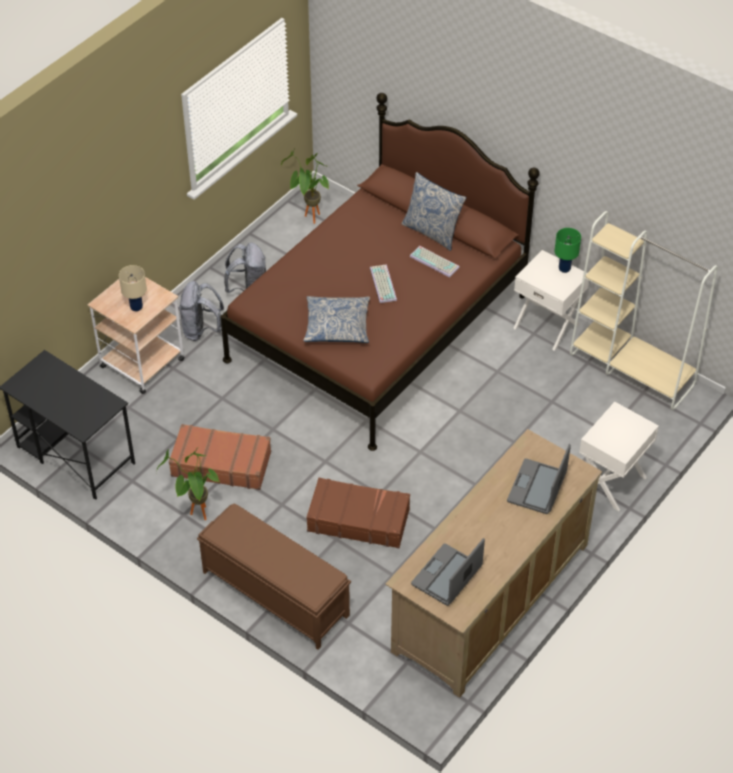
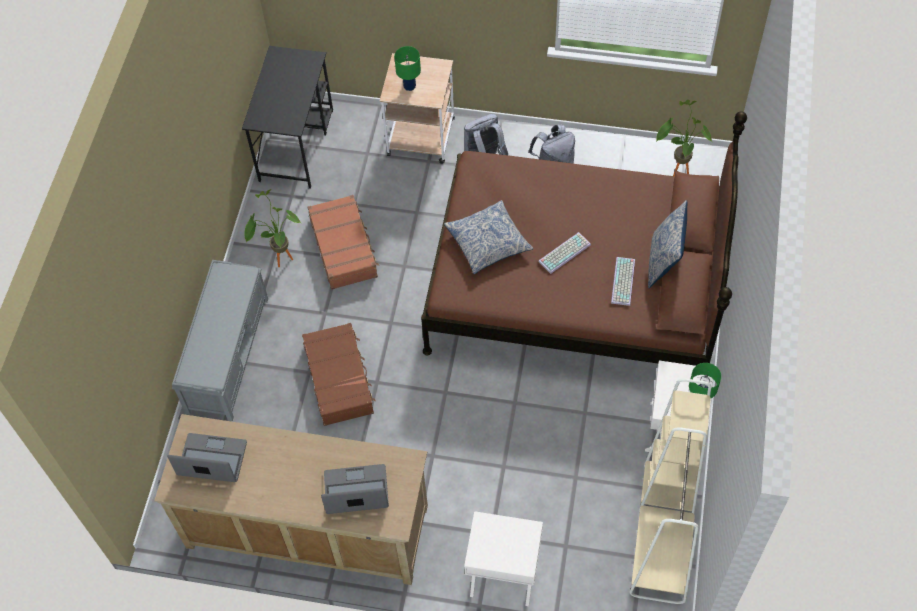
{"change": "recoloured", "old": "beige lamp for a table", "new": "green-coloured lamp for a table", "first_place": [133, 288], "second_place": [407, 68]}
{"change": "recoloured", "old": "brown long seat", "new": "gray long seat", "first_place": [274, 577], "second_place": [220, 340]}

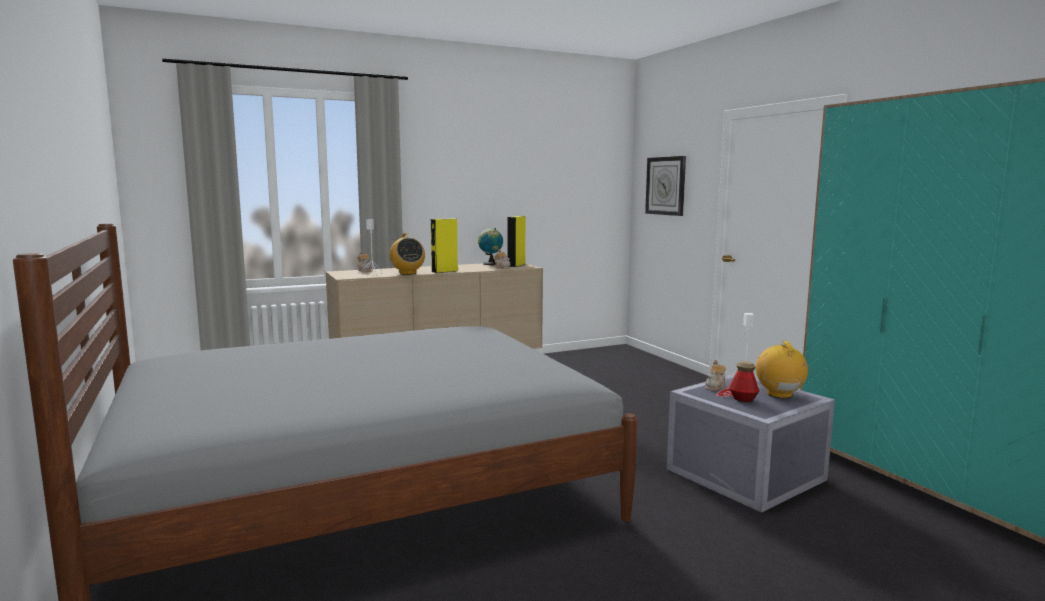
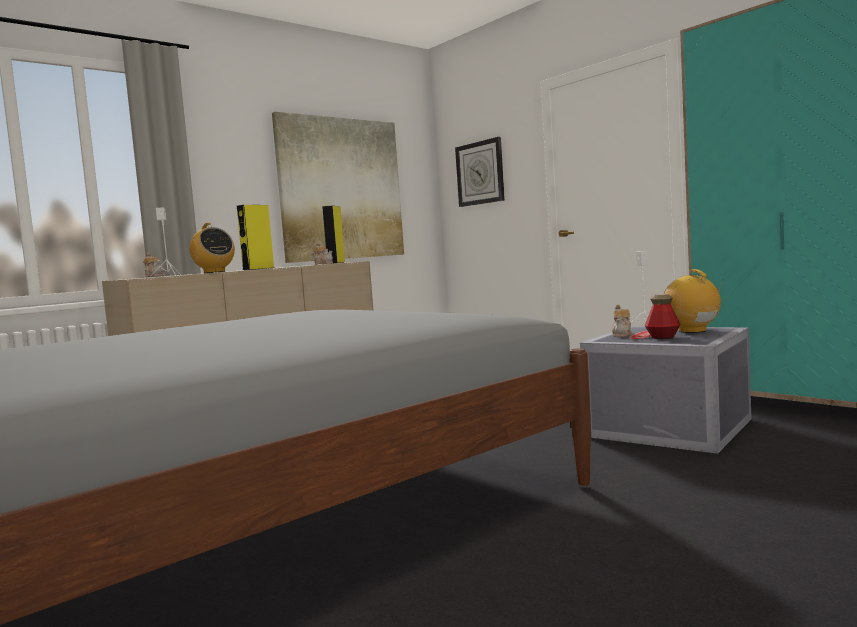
{"change": "removed", "old": "desk globe", "first_place": [490, 246]}
{"change": "added", "new": "picture", "second_place": [338, 187]}

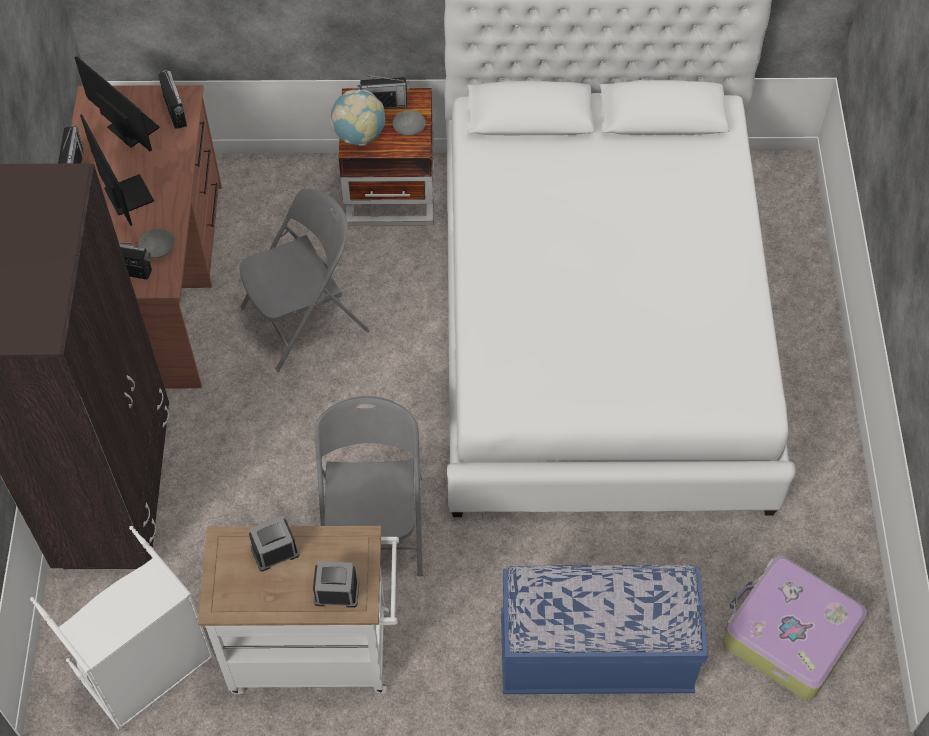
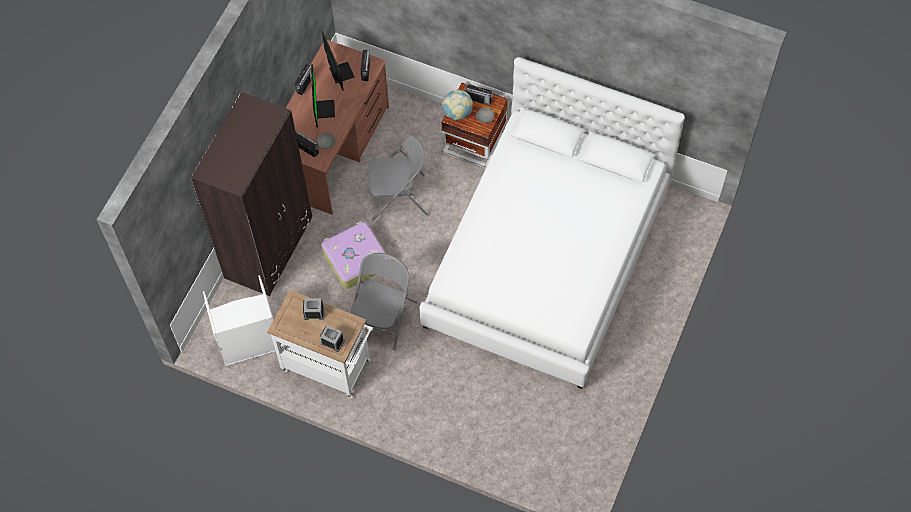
{"change": "moved", "old": "travel case", "first_place": [795, 628], "second_place": [355, 255]}
{"change": "removed", "old": "blue long seat", "first_place": [604, 629]}

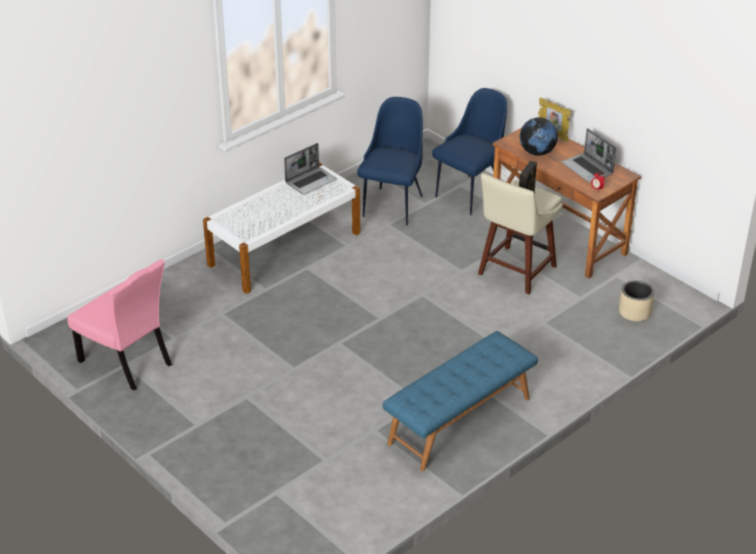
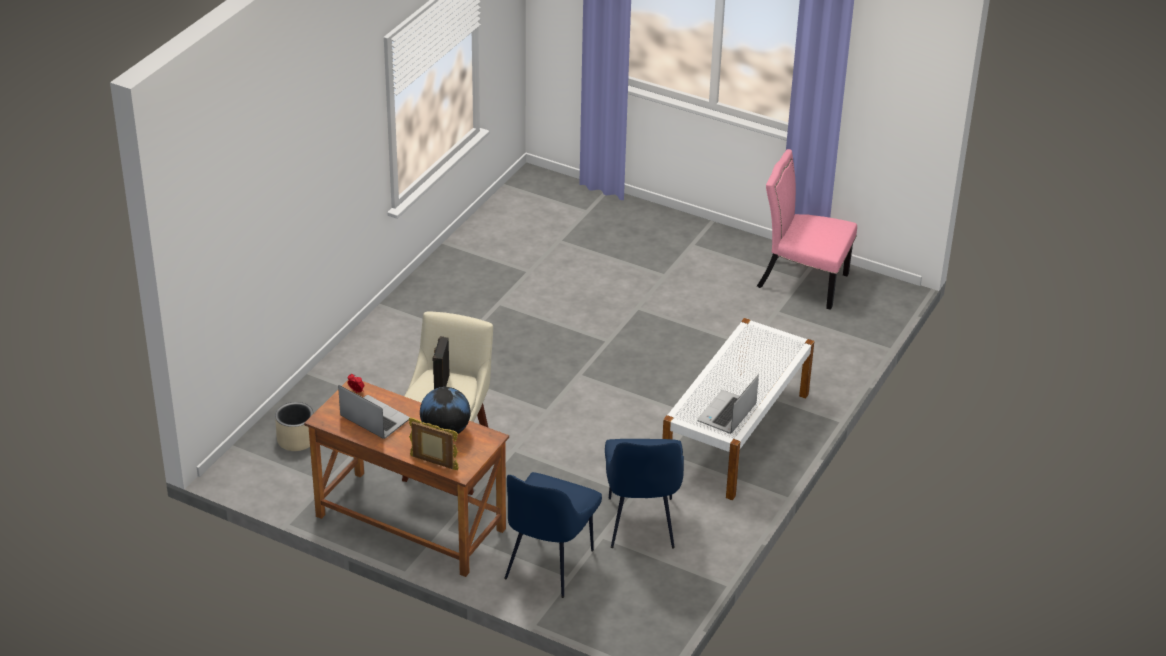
{"change": "removed", "old": "blue long seat", "first_place": [460, 401]}

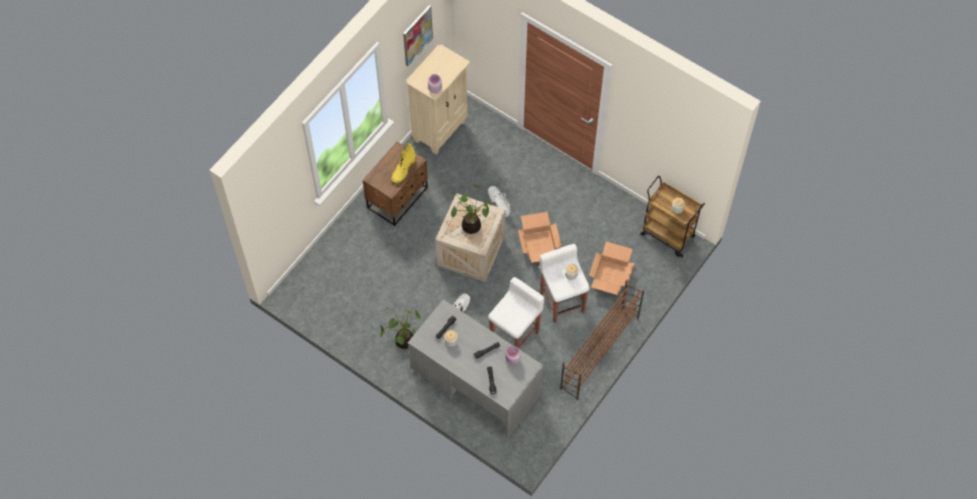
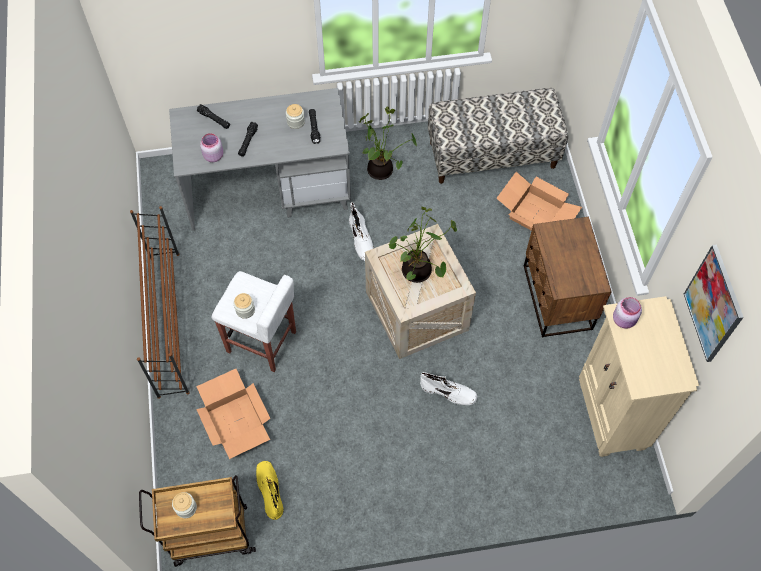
{"change": "moved", "old": "yellowish high-top boot", "first_place": [403, 163], "second_place": [269, 490]}
{"change": "moved", "old": "cardboard box", "first_place": [540, 237], "second_place": [539, 201]}
{"change": "removed", "old": "white sitting stool", "first_place": [516, 312]}
{"change": "added", "new": "long seat", "second_place": [498, 136]}

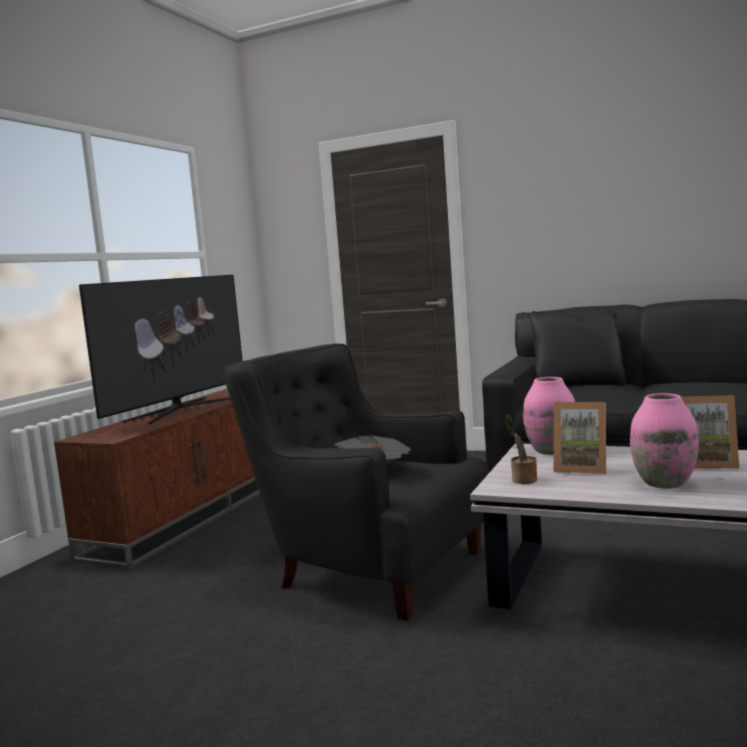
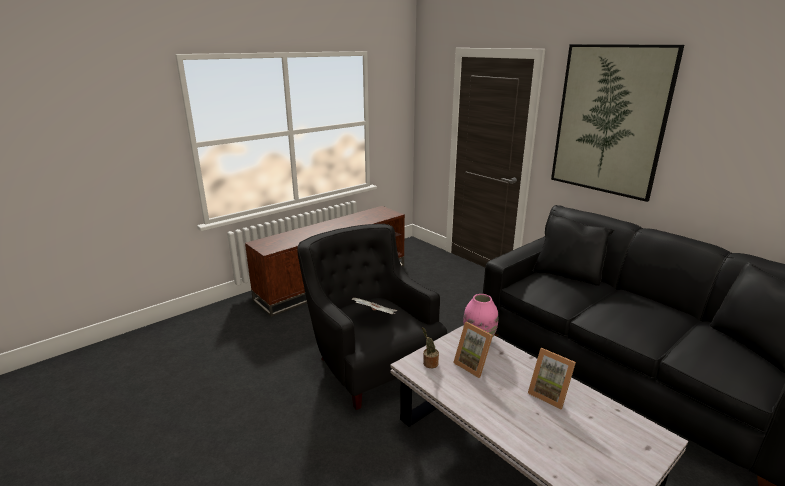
{"change": "removed", "old": "TV", "first_place": [161, 349]}
{"change": "removed", "old": "pink-coloured flower vase", "first_place": [664, 441]}
{"change": "added", "new": "picture", "second_place": [617, 123]}

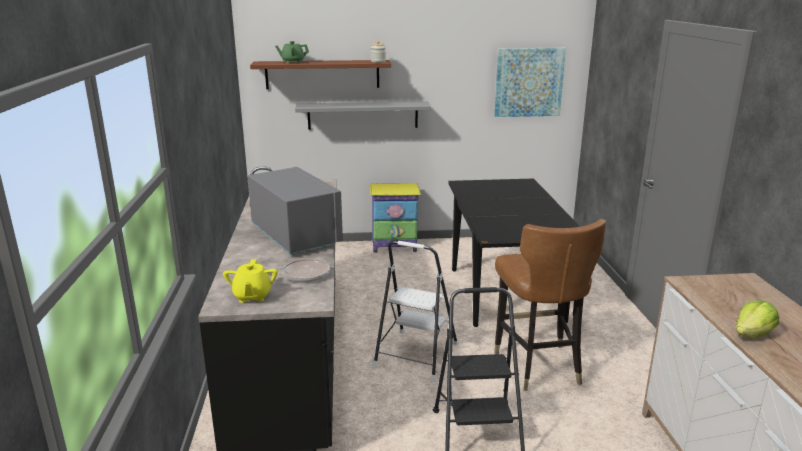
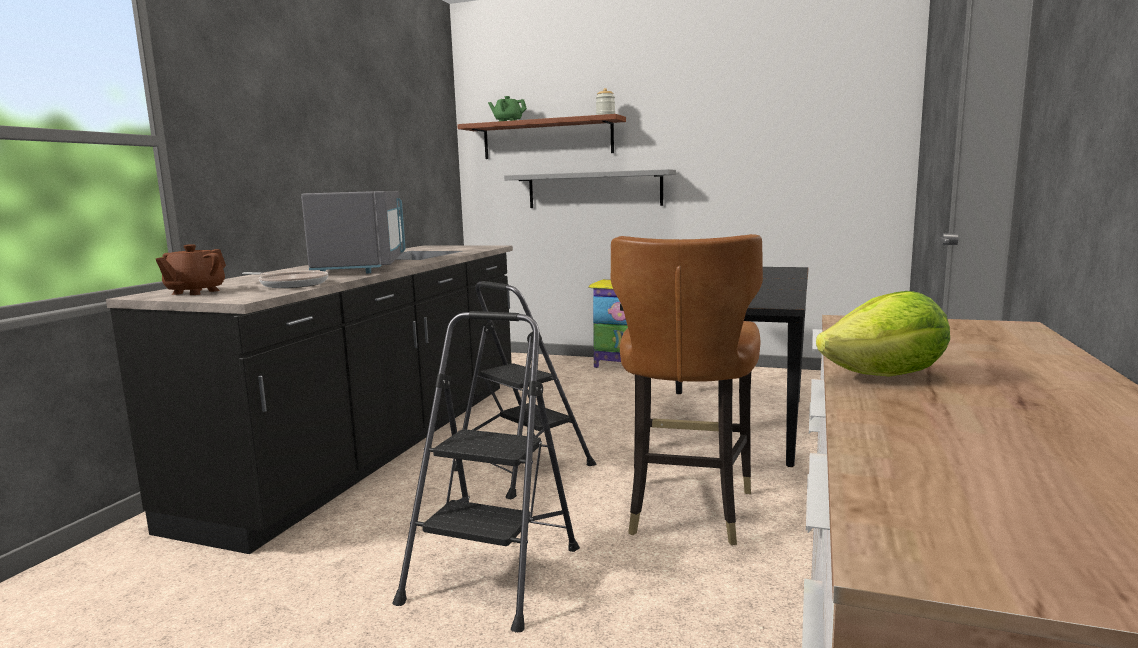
{"change": "removed", "old": "picture", "first_place": [530, 82]}
{"change": "recoloured", "old": "white stepladder", "new": "blackish stepladder", "first_place": [415, 311], "second_place": [525, 390]}
{"change": "recoloured", "old": "yellowish pot for tea", "new": "brown pot for tea", "first_place": [250, 281], "second_place": [190, 269]}

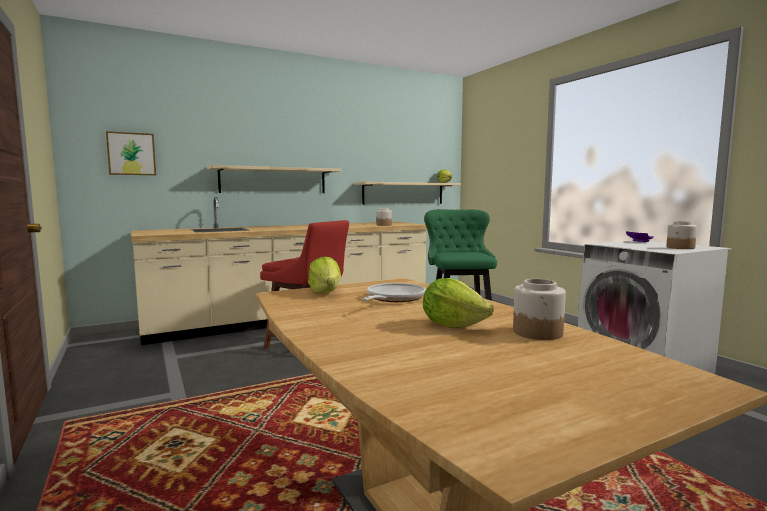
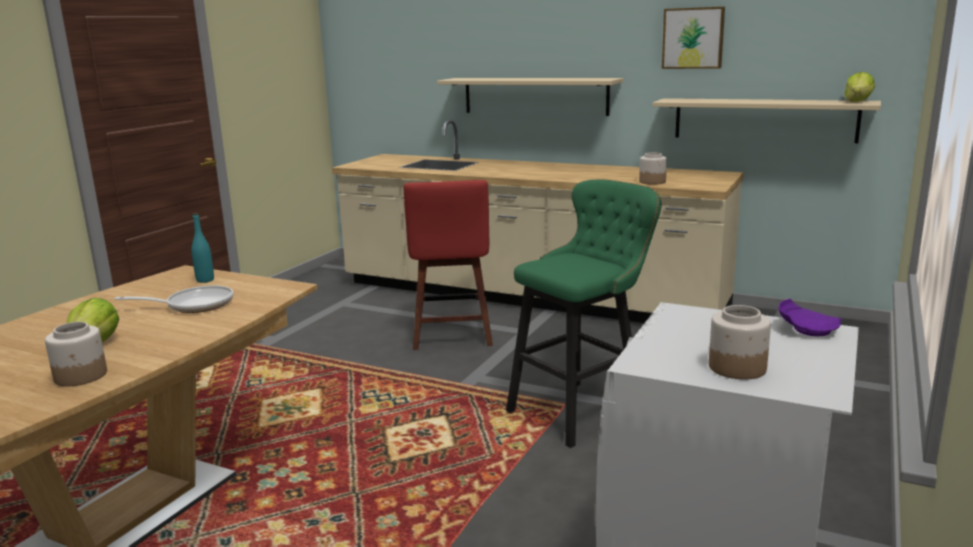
{"change": "moved", "old": "picture", "first_place": [131, 153], "second_place": [693, 38]}
{"change": "replaced", "old": "lettuce head", "new": "turquoise-coloured drink bottle", "first_place": [324, 275], "second_place": [202, 248]}

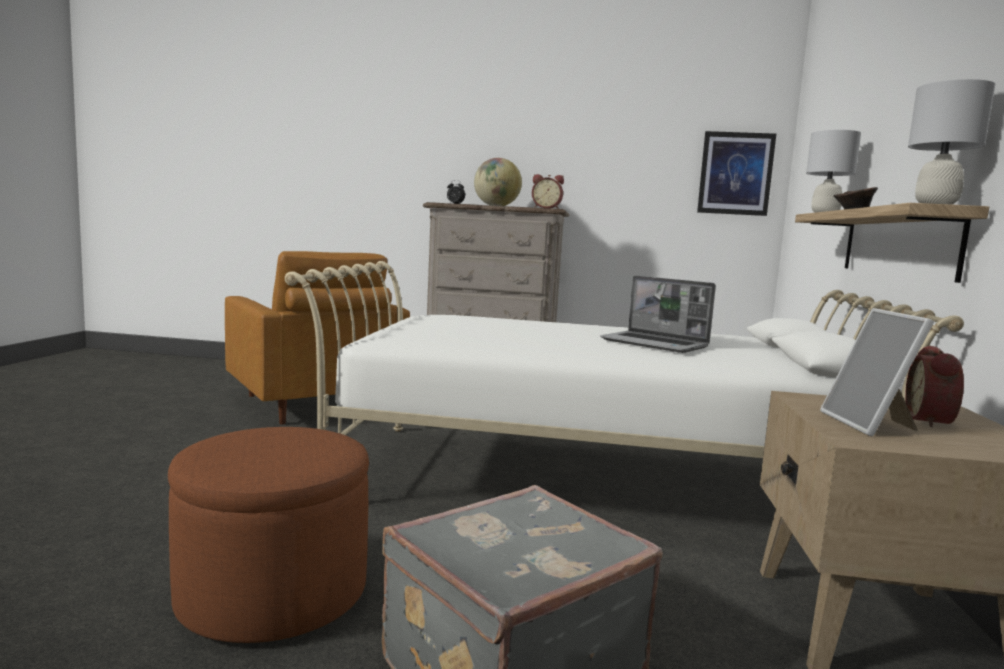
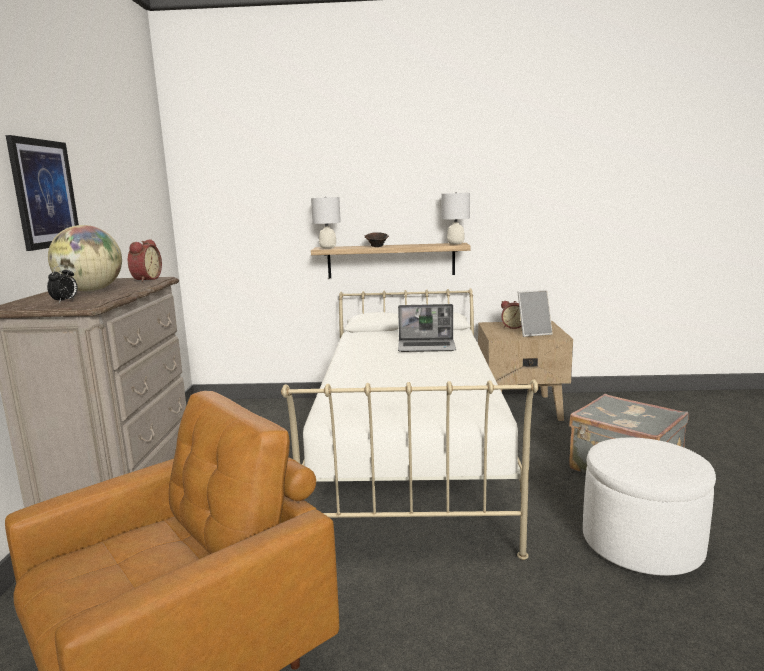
{"change": "moved", "old": "picture", "first_place": [736, 173], "second_place": [42, 193]}
{"change": "turned", "old": "notebook computer", "first_place": [658, 314], "second_place": [427, 328], "degrees": 60}
{"change": "recoloured", "old": "brown pouffe", "new": "white pouffe", "first_place": [268, 535], "second_place": [649, 507]}

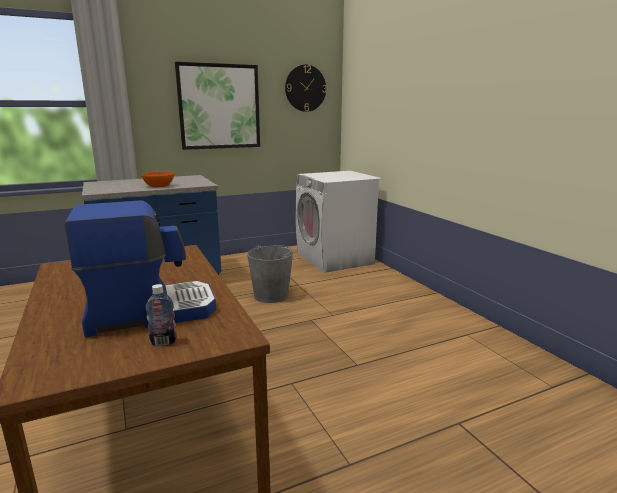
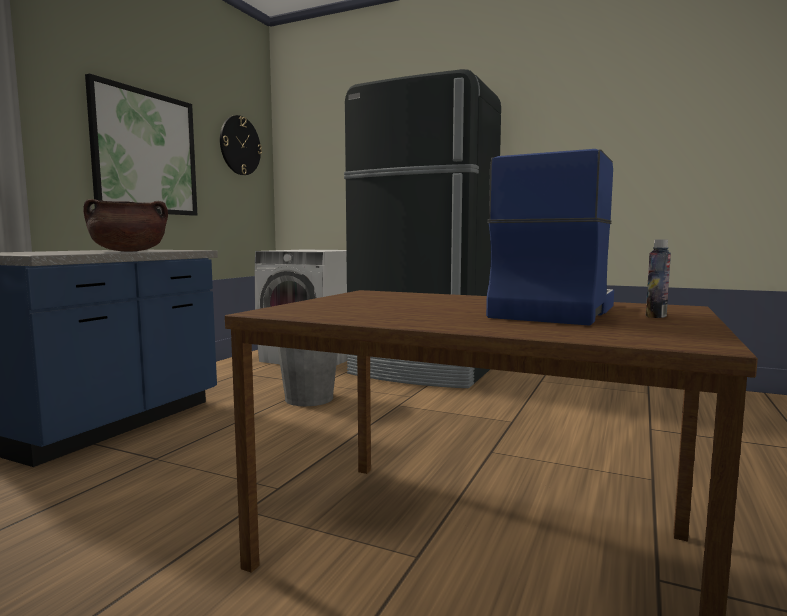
{"change": "replaced", "old": "orangey deep dish", "new": "brown saucepot", "first_place": [157, 179], "second_place": [125, 225]}
{"change": "added", "new": "blackish kitchen fridge", "second_place": [422, 228]}

